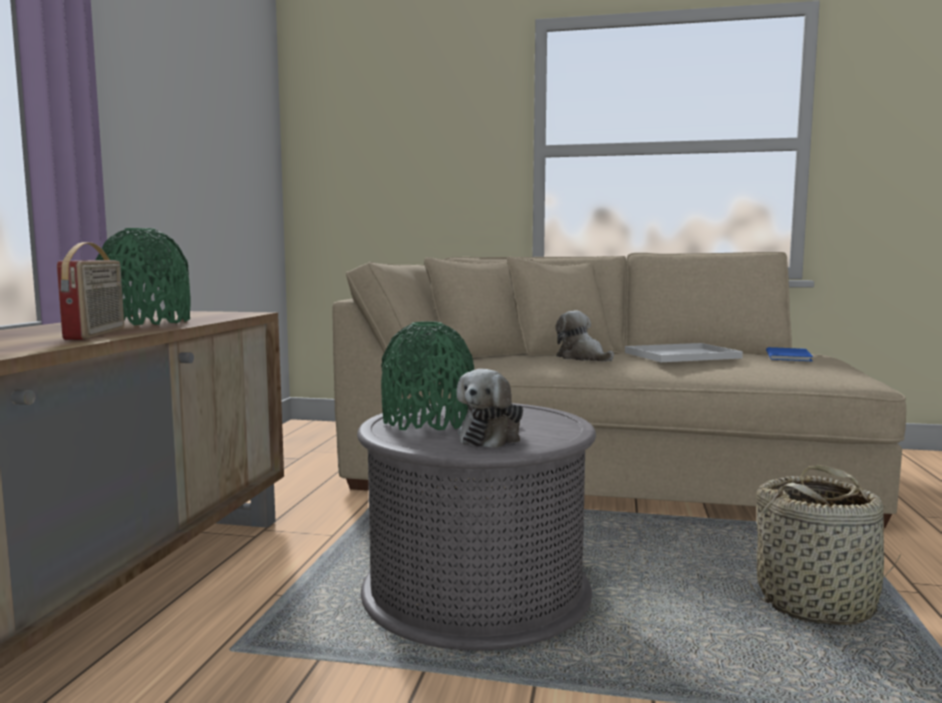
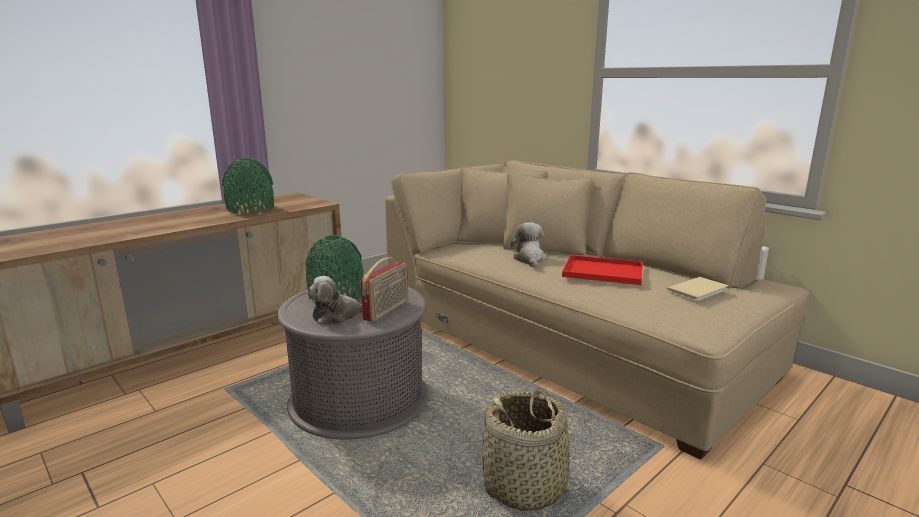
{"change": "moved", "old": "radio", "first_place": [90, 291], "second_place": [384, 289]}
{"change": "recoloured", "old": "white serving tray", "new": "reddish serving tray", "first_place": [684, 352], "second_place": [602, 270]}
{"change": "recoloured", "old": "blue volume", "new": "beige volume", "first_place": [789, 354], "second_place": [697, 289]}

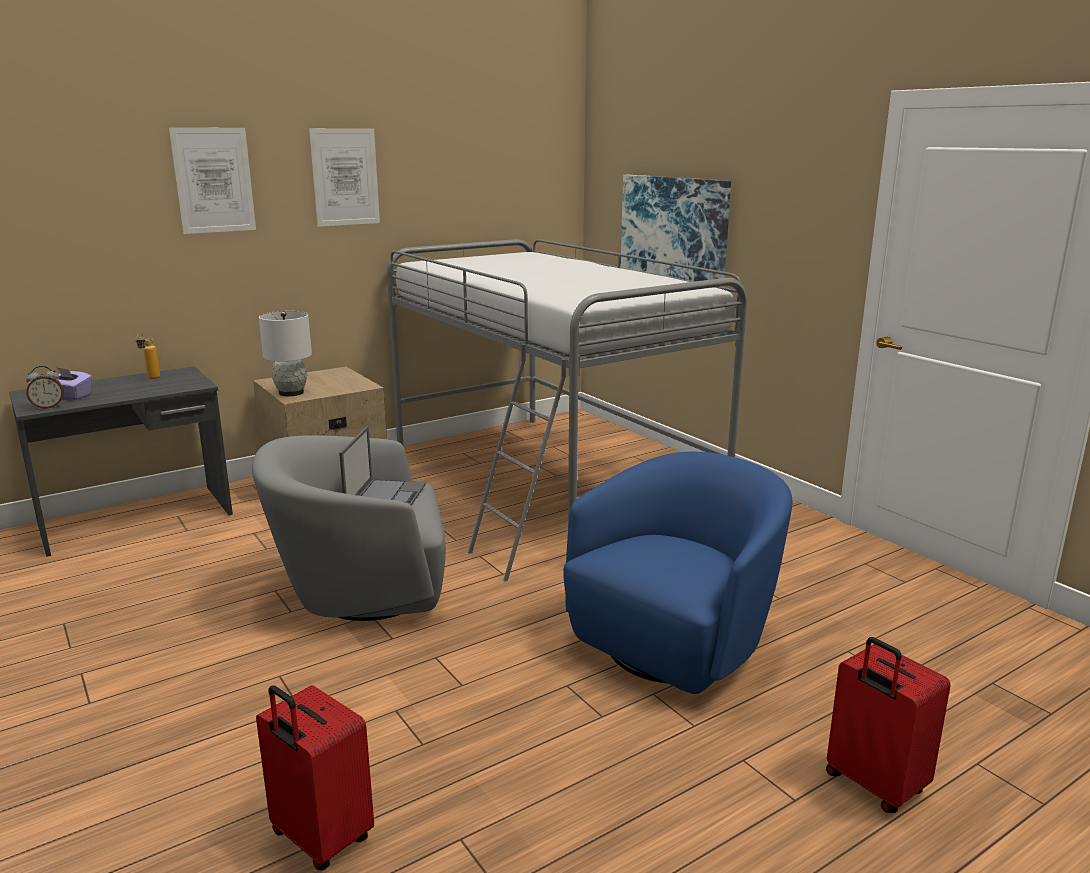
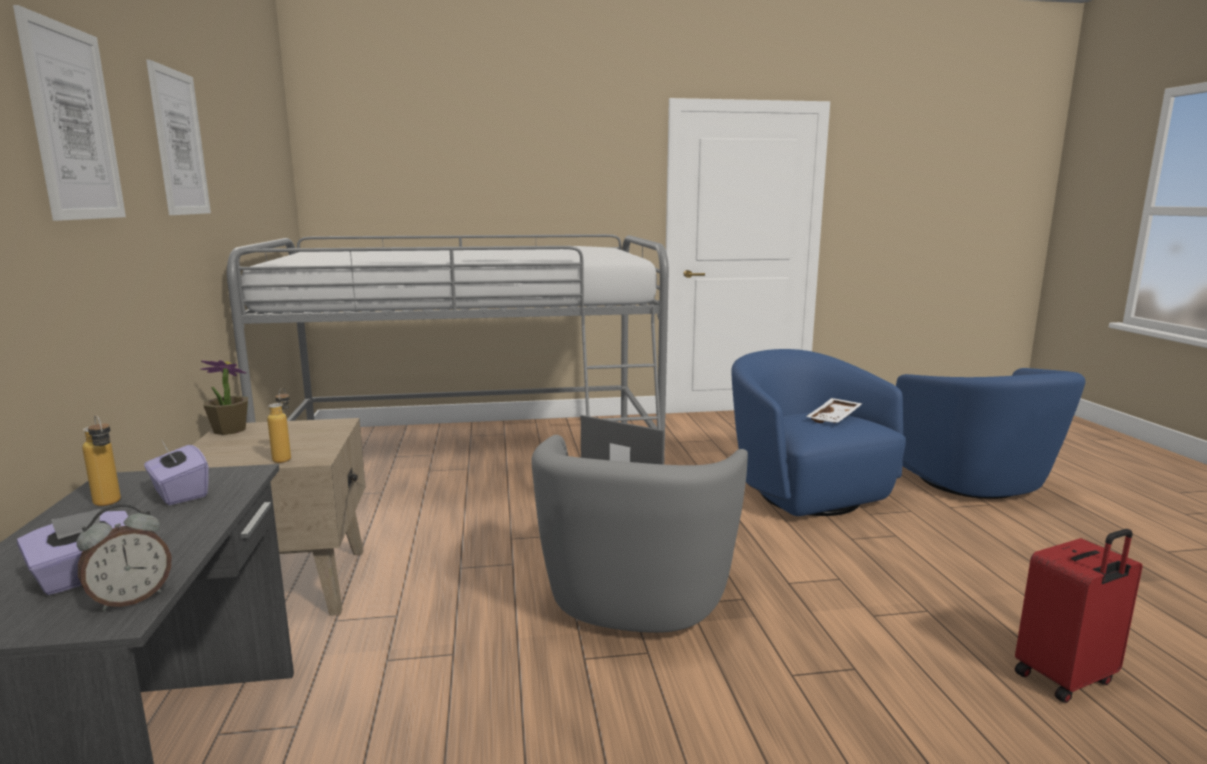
{"change": "removed", "old": "picture", "first_place": [676, 231]}
{"change": "replaced", "old": "white lamp for a table", "new": "drink bottle", "first_place": [285, 353], "second_place": [279, 425]}
{"change": "turned", "old": "bedside clock", "first_place": [45, 387], "second_place": [123, 557], "degrees": 45}
{"change": "replaced", "old": "reddish travel case", "new": "blue armchair", "first_place": [888, 725], "second_place": [990, 433]}
{"change": "added", "new": "plant in a pot", "second_place": [224, 397]}
{"change": "added", "new": "white serving tray", "second_place": [834, 410]}
{"change": "added", "new": "purplish tissue holder", "second_place": [176, 472]}

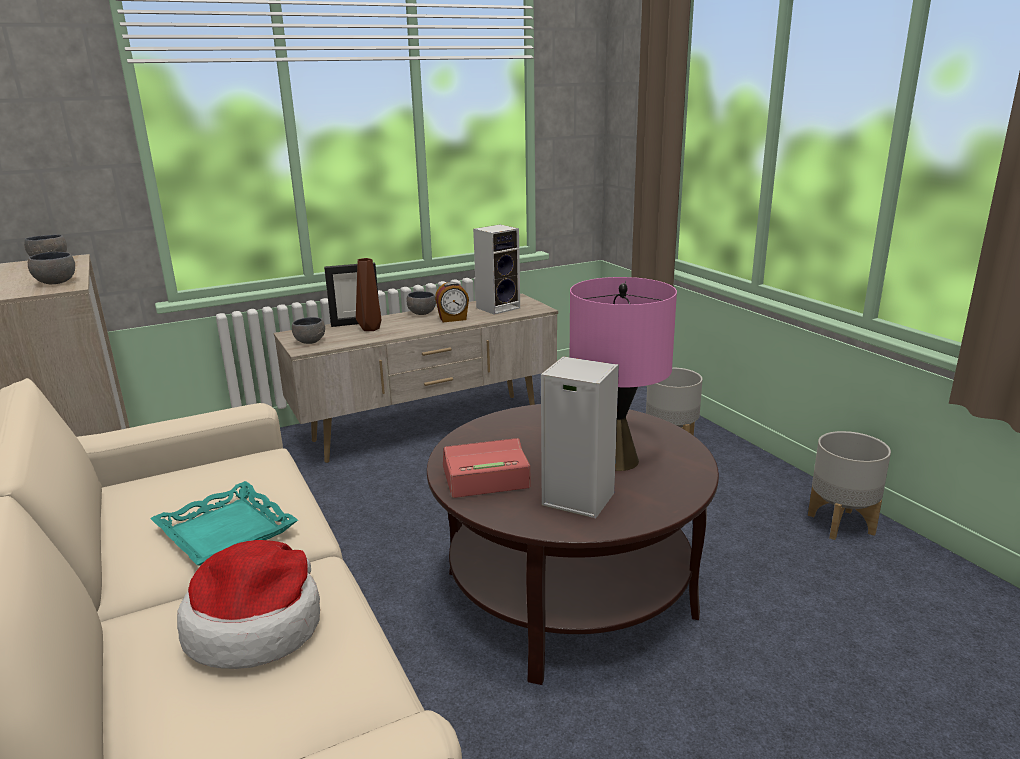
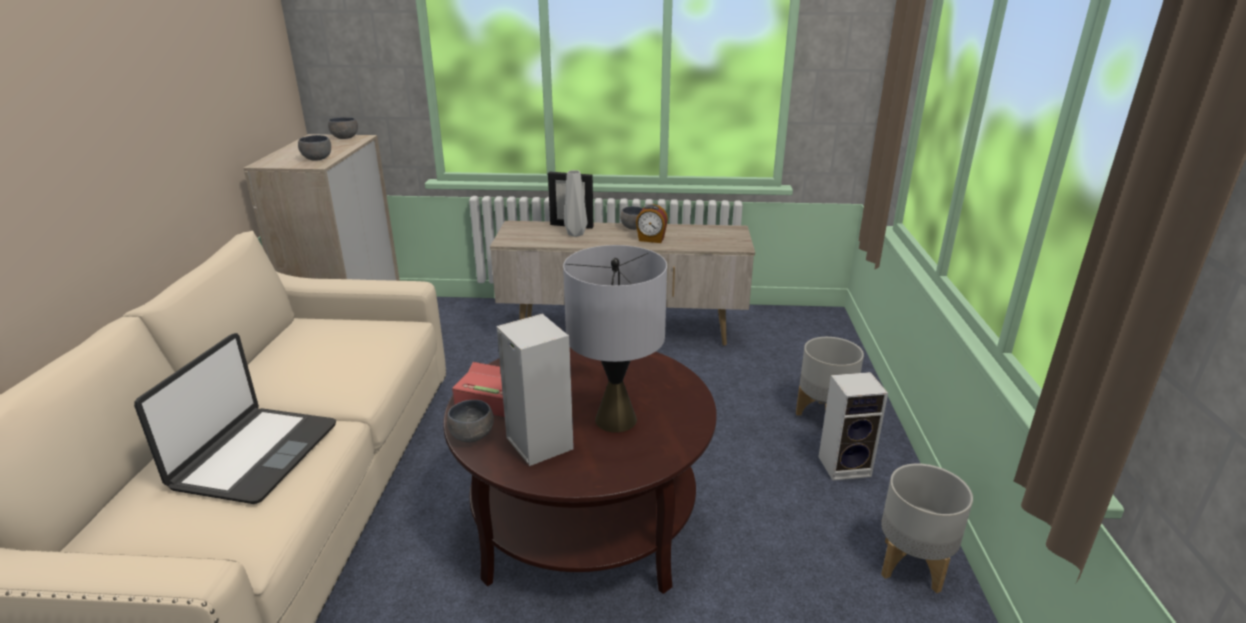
{"change": "moved", "old": "audio speaker", "first_place": [496, 270], "second_place": [853, 426]}
{"change": "recoloured", "old": "brown flower vase", "new": "gray flower vase", "first_place": [368, 294], "second_place": [576, 203]}
{"change": "recoloured", "old": "pink-coloured lamp for a table", "new": "gray lamp for a table", "first_place": [623, 374], "second_place": [615, 339]}
{"change": "moved", "old": "gray deep dish", "first_place": [308, 330], "second_place": [470, 421]}
{"change": "removed", "old": "turquoise-coloured serving tray", "first_place": [224, 523]}
{"change": "replaced", "old": "clothing hat", "new": "notebook computer", "first_place": [248, 604], "second_place": [235, 418]}

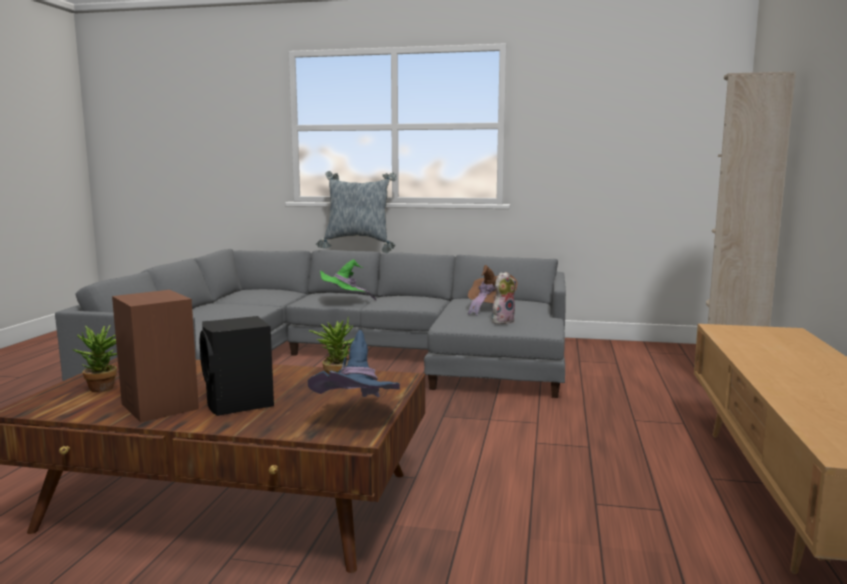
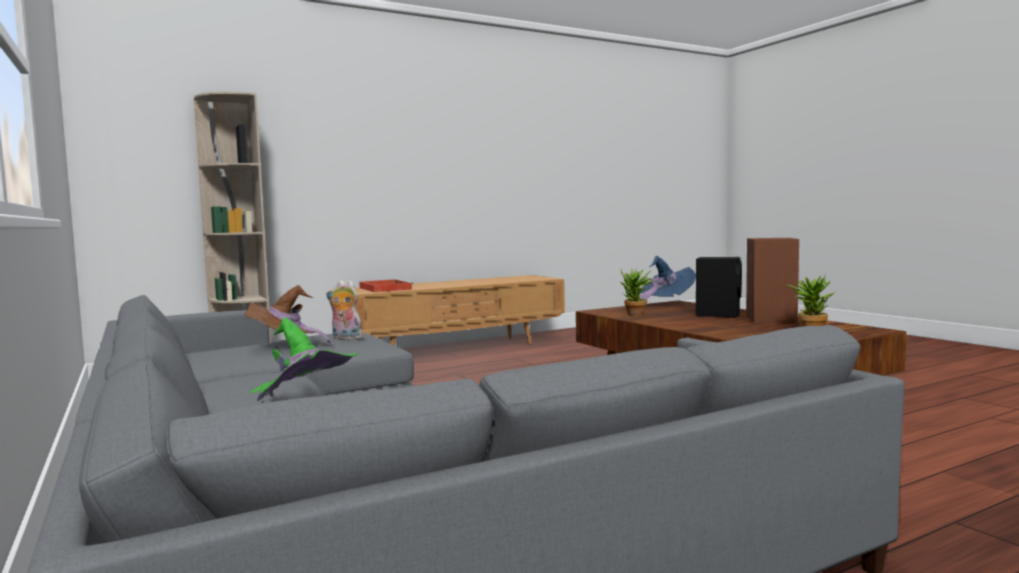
{"change": "removed", "old": "throw pillow", "first_place": [356, 212]}
{"change": "added", "new": "reddish serving tray", "second_place": [386, 285]}

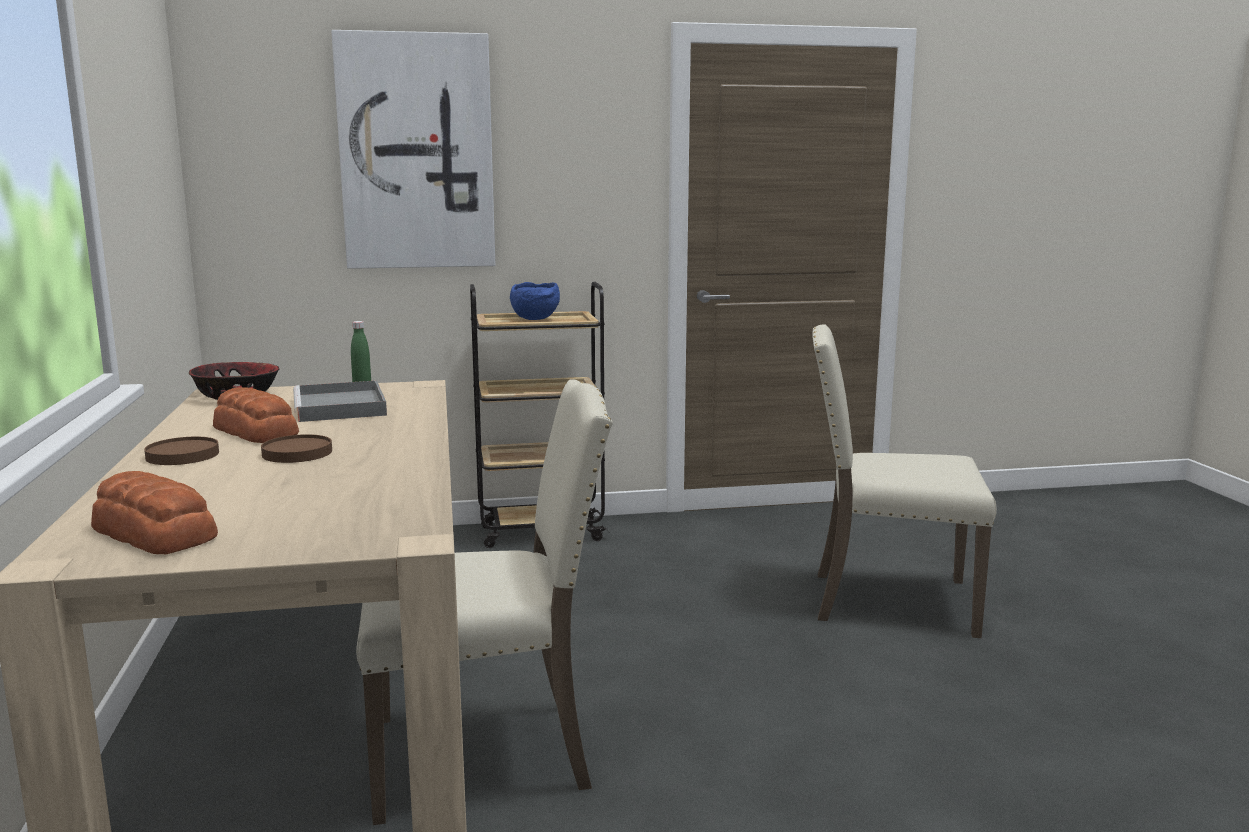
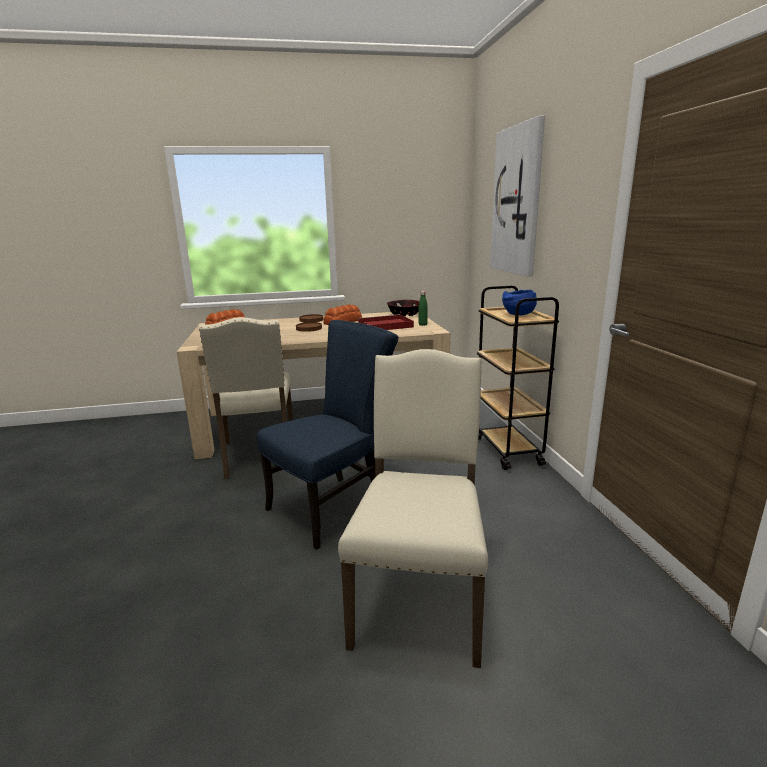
{"change": "recoloured", "old": "gray serving tray", "new": "reddish serving tray", "first_place": [340, 401], "second_place": [386, 322]}
{"change": "added", "new": "blue plain chair", "second_place": [328, 435]}

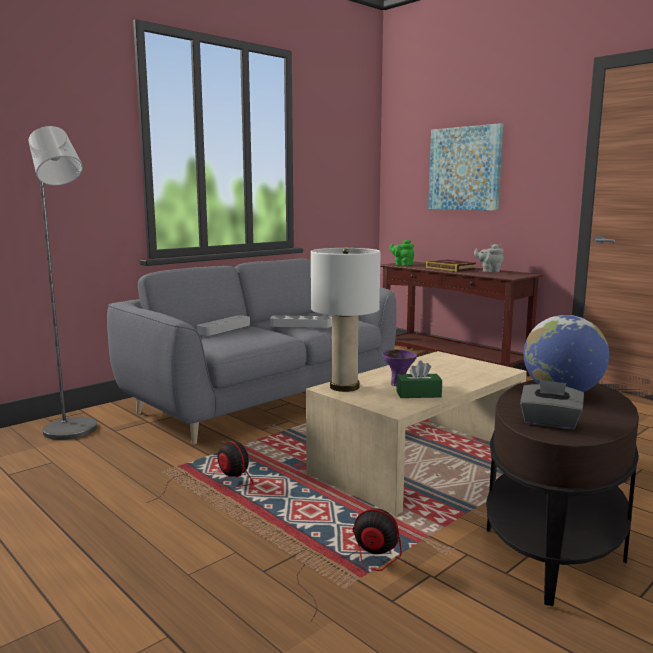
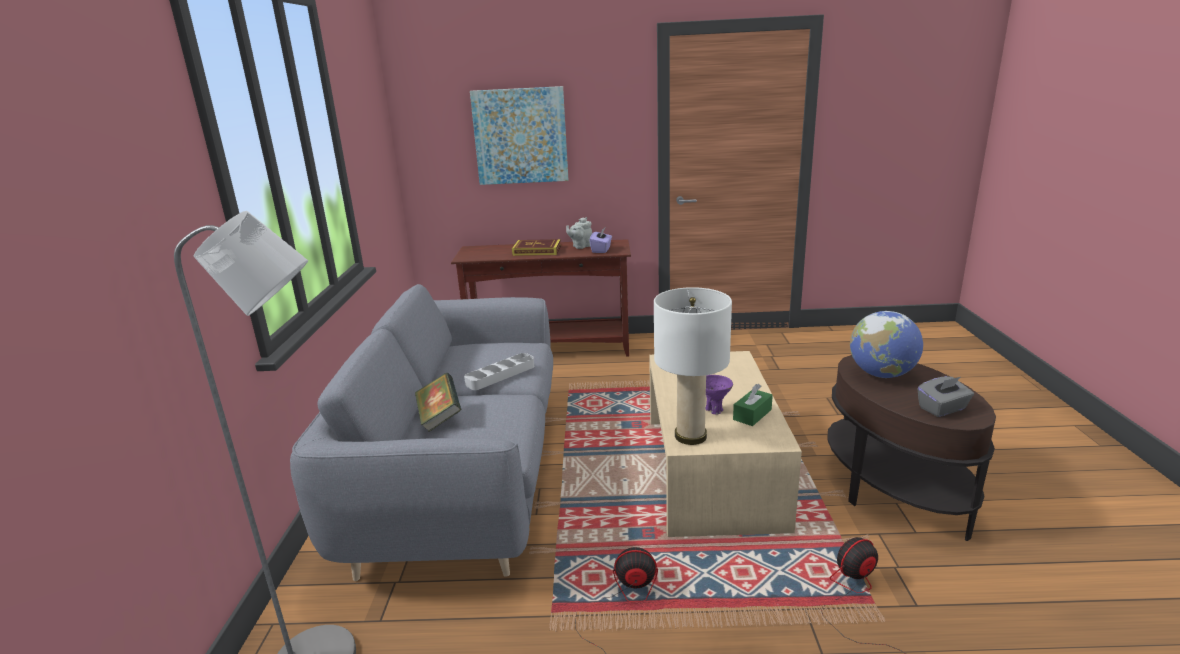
{"change": "removed", "old": "green-coloured pot for tea", "first_place": [401, 253]}
{"change": "replaced", "old": "gray serving tray", "new": "volume", "first_place": [223, 325], "second_place": [438, 402]}
{"change": "added", "new": "purplish tissue holder", "second_place": [600, 240]}

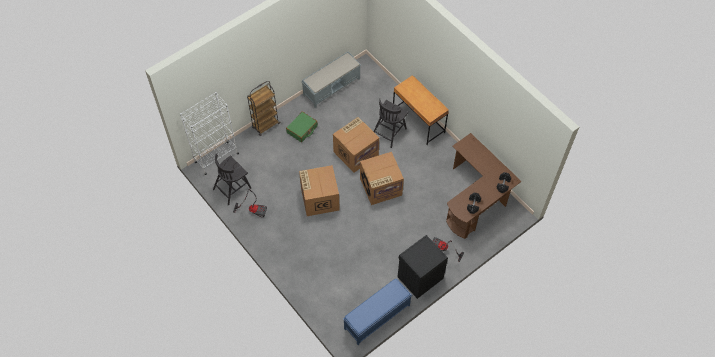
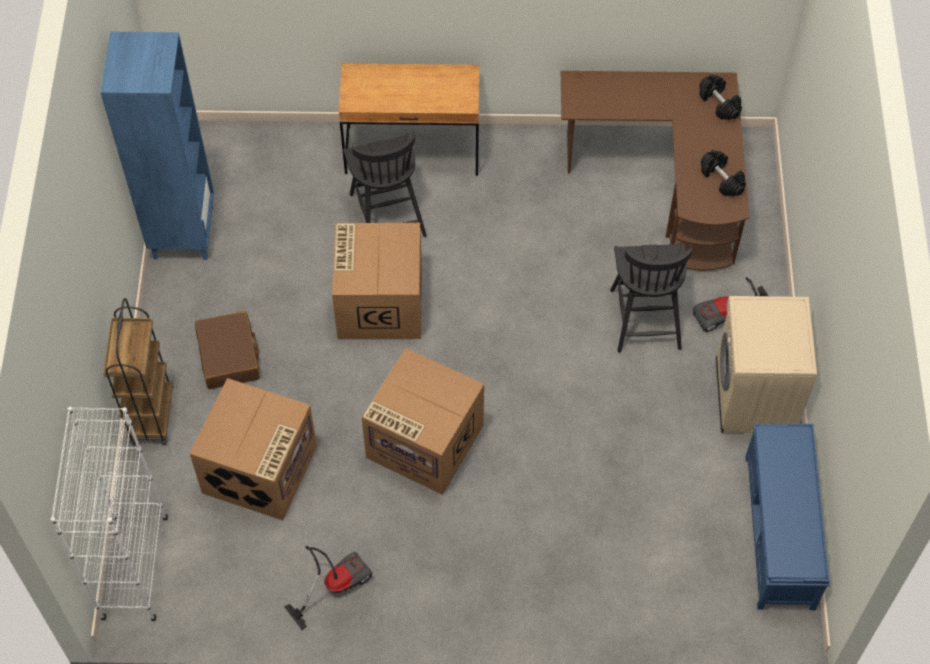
{"change": "replaced", "old": "gray long seat", "new": "blue bookcase", "first_place": [331, 80], "second_place": [157, 146]}
{"change": "recoloured", "old": "green-coloured travel case", "new": "brown travel case", "first_place": [302, 127], "second_place": [227, 350]}
{"change": "moved", "old": "cardboard box", "first_place": [382, 178], "second_place": [253, 449]}
{"change": "moved", "old": "blackish plain chair", "first_place": [232, 179], "second_place": [651, 298]}
{"change": "recoloured", "old": "blackish laundry appliance", "new": "beige laundry appliance", "first_place": [423, 267], "second_place": [766, 364]}

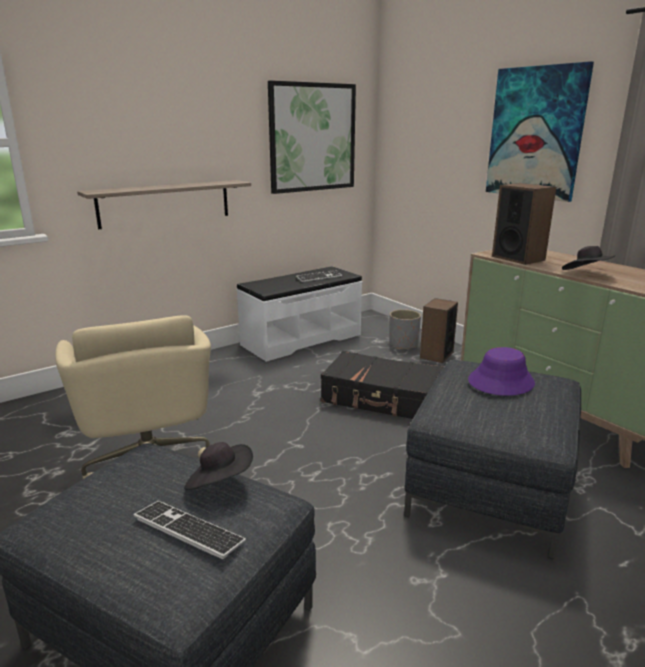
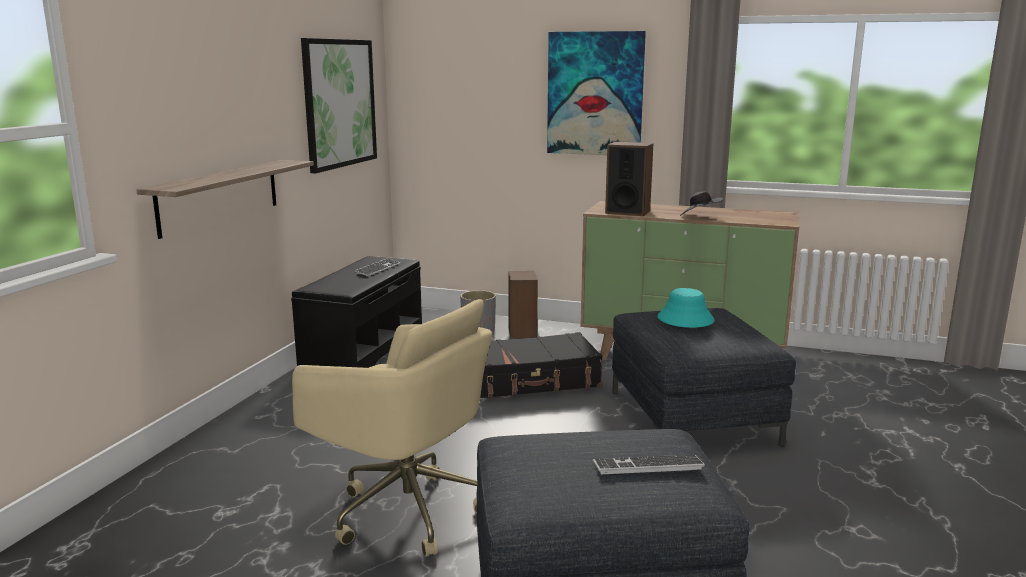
{"change": "recoloured", "old": "white long seat", "new": "blackish long seat", "first_place": [299, 314], "second_place": [356, 312]}
{"change": "recoloured", "old": "purplish clothing hat", "new": "turquoise-coloured clothing hat", "first_place": [501, 371], "second_place": [685, 308]}
{"change": "removed", "old": "blackish clothing hat", "first_place": [218, 466]}

